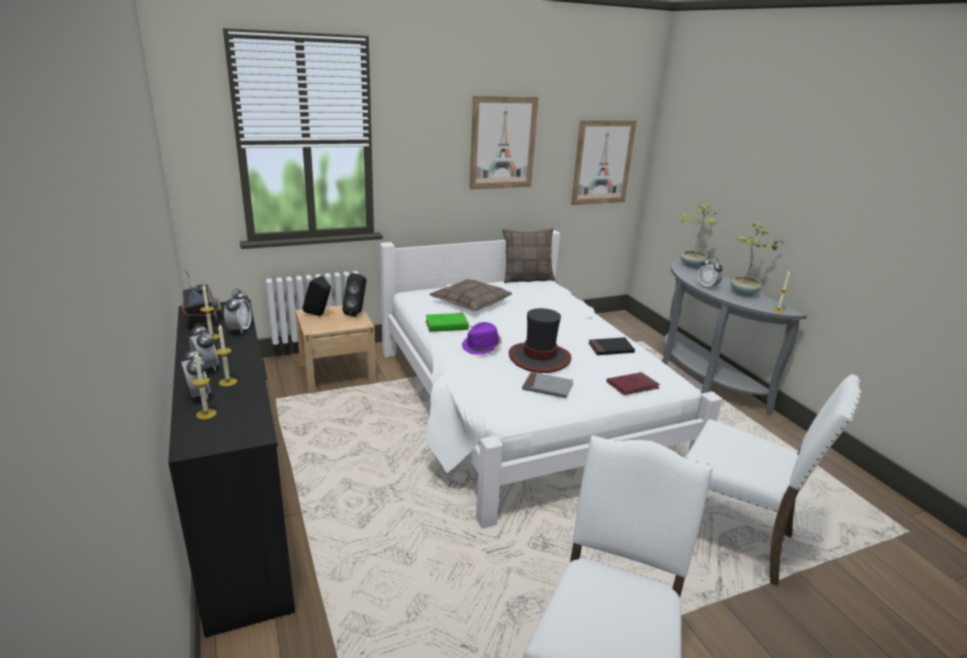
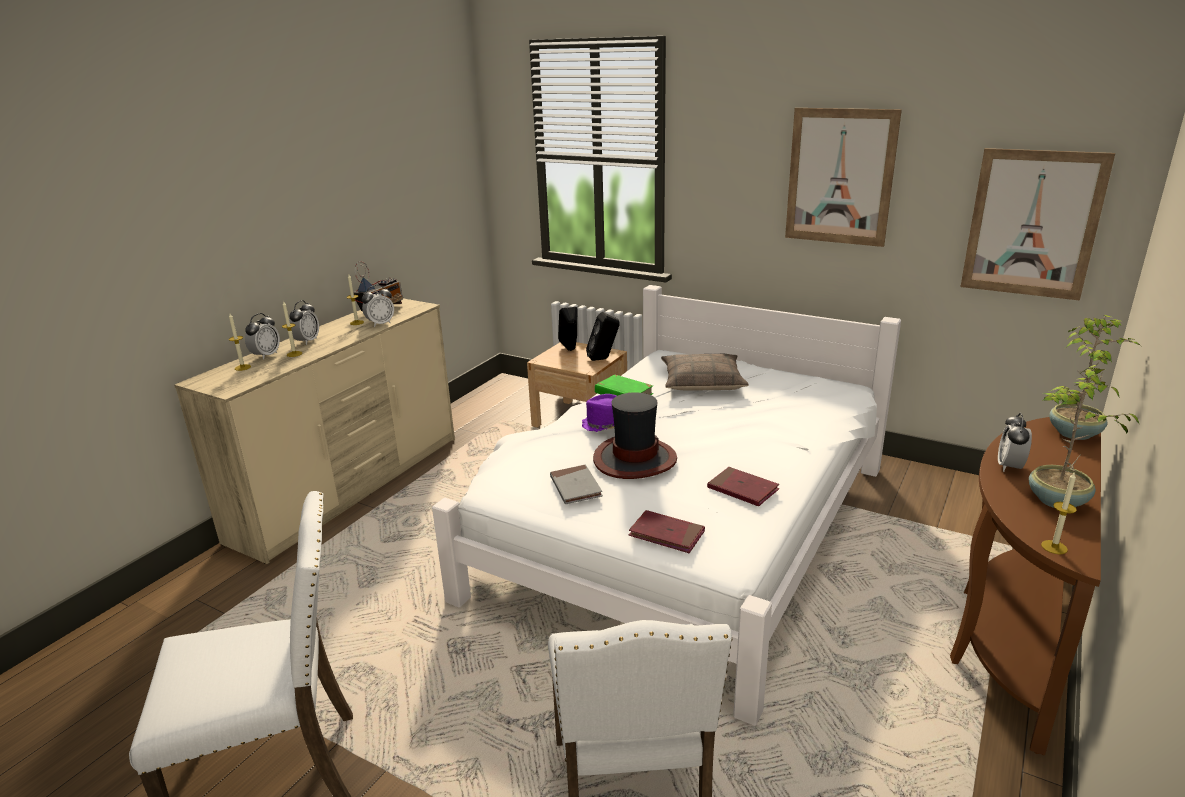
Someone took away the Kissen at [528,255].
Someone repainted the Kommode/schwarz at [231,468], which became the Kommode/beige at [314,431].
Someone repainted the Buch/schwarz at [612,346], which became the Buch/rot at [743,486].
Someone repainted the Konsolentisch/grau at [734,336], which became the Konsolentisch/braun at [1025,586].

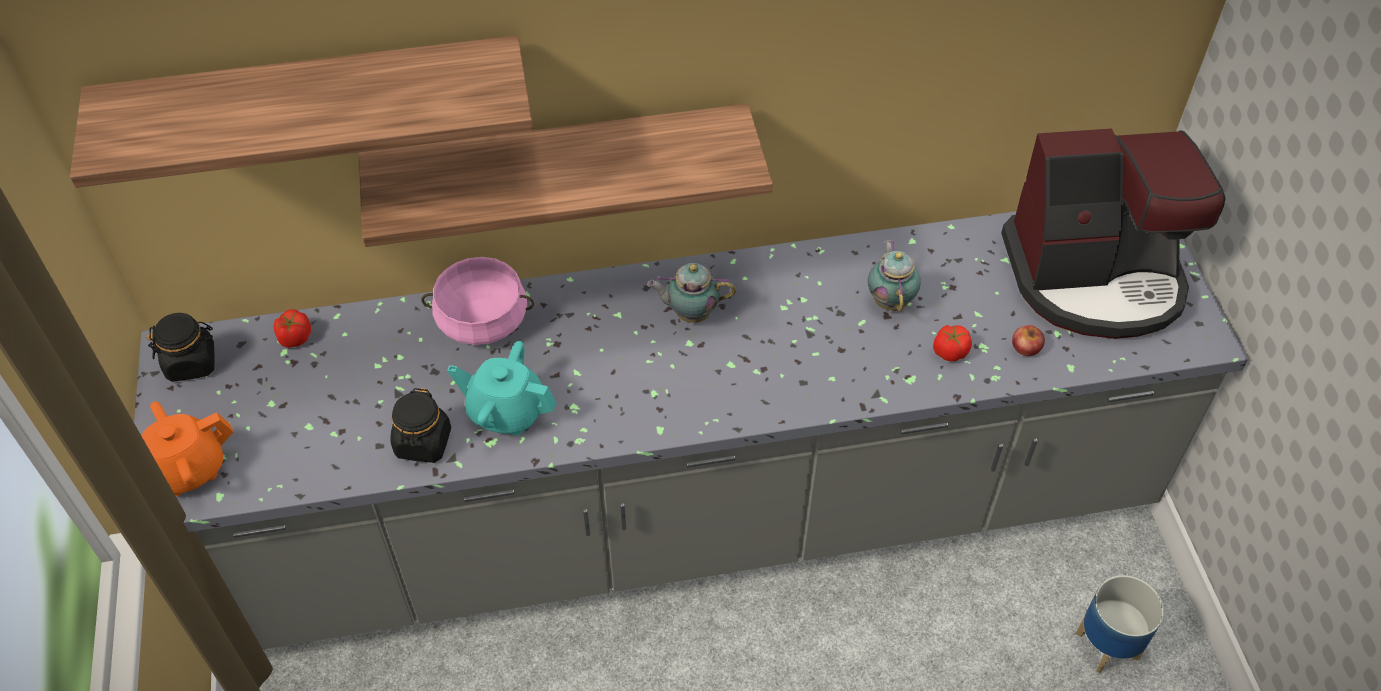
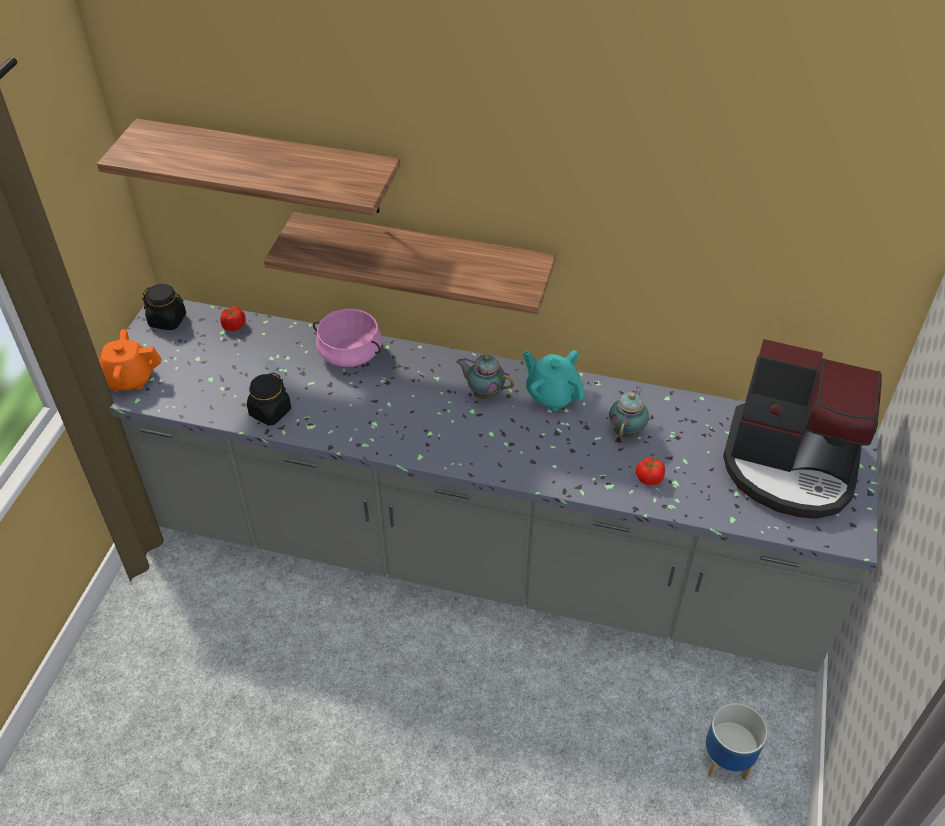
Someone took away the Apfel at [1028,340].
Someone carried the Teekanne/türkis from [501,388] to [554,380].

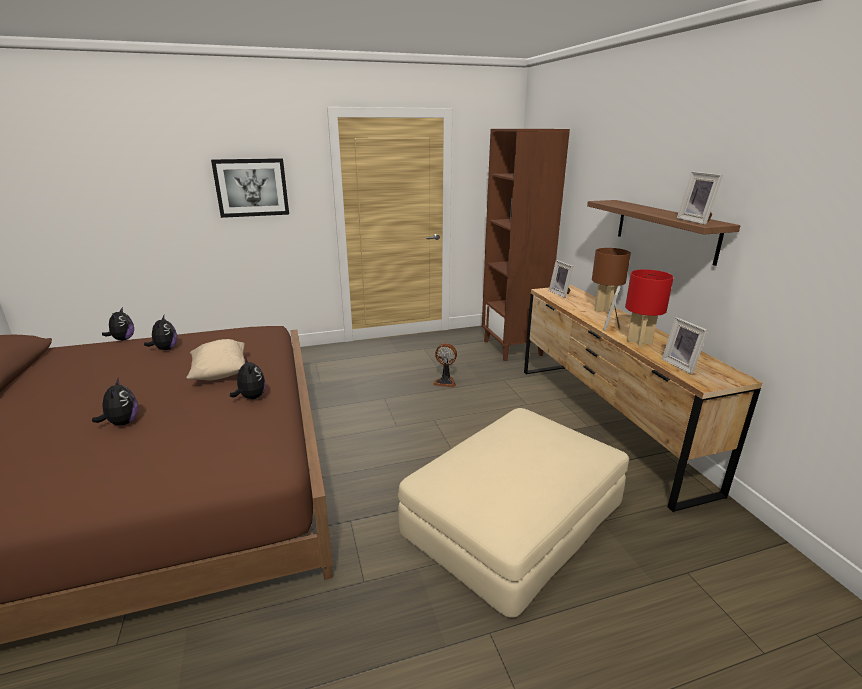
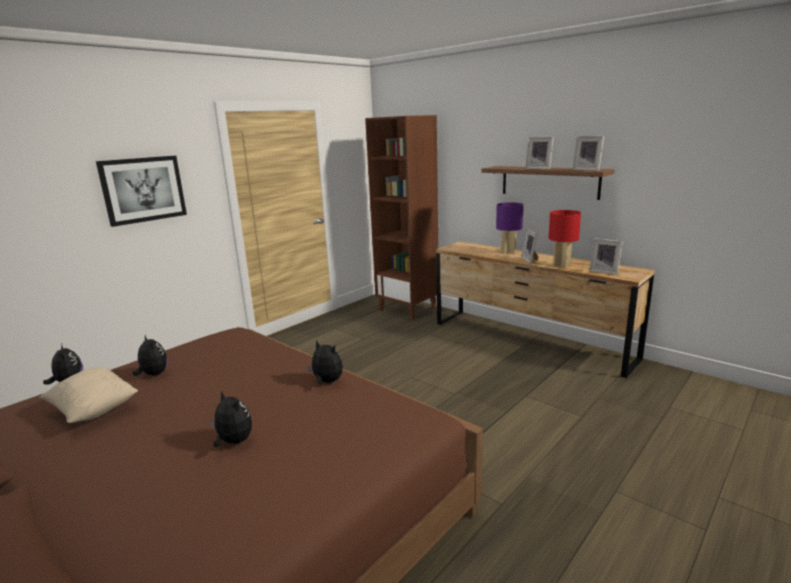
Someone took away the Polsterhocker/beige at [513,513].
Someone took away the Ventilator at [445,365].
Someone carried the Kissen/beige from [215,359] to [88,395].
Someone carried the Bilderrahmen from [561,279] to [539,153].
Someone repainted the Tischlampe/braun at [611,281], which became the Tischlampe/lila at [510,228].

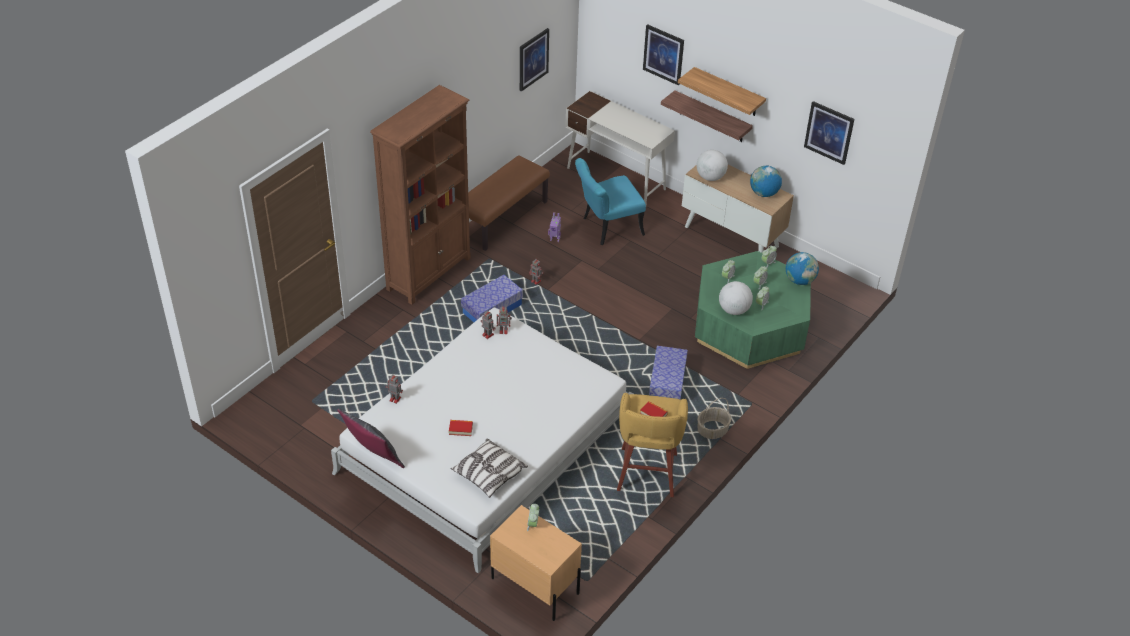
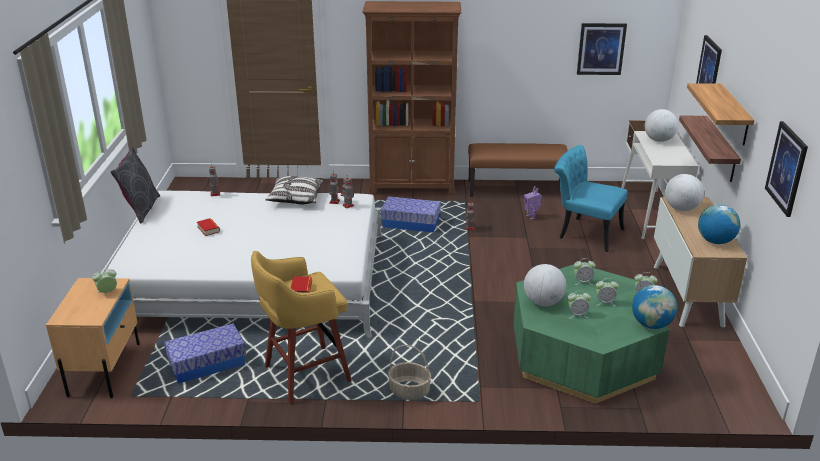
Someone put down the Globus at [661,125].
Someone carried the Kissen from [489,468] to [294,190].
Someone carried the Aufbewahrungsbox from [668,372] to [205,353].

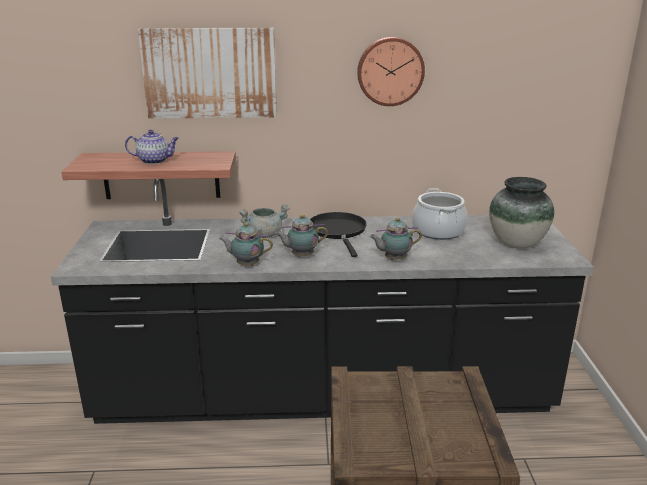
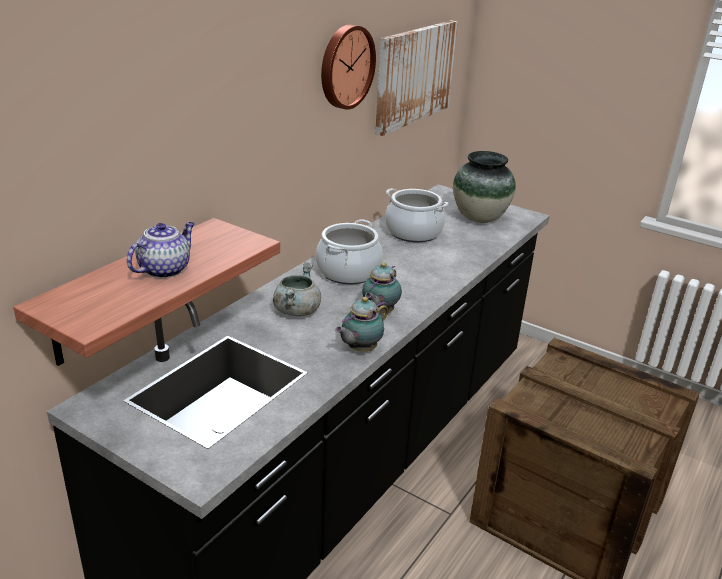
Someone took away the Teekanne at [396,238].
Someone carried the Bild from [207,73] to [416,78].
Someone swapped the Pfanne/schwarz at [338,234] for the Kochtopf at [349,251].

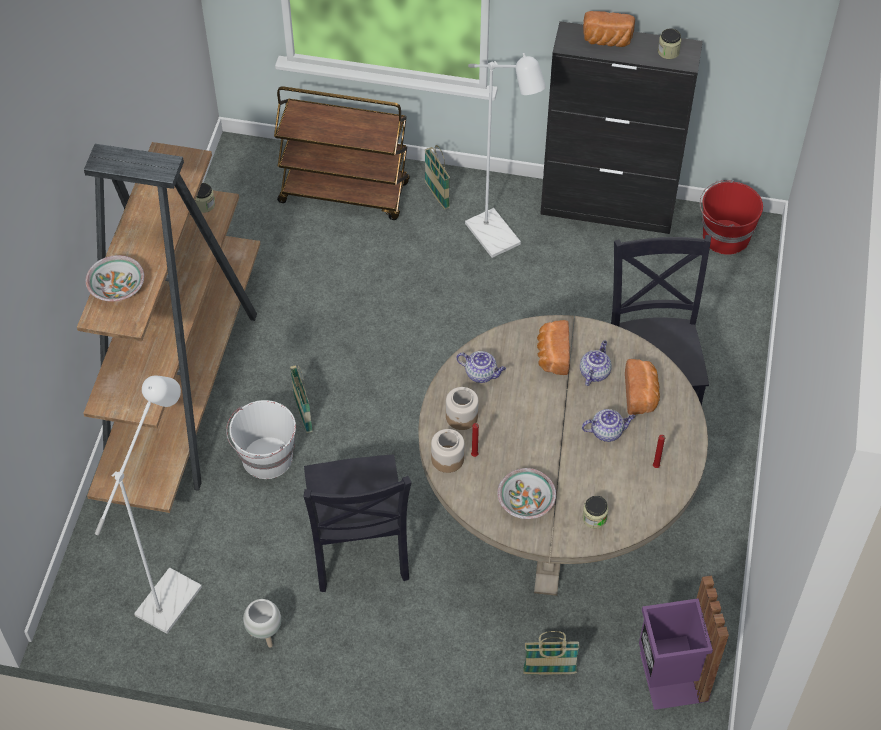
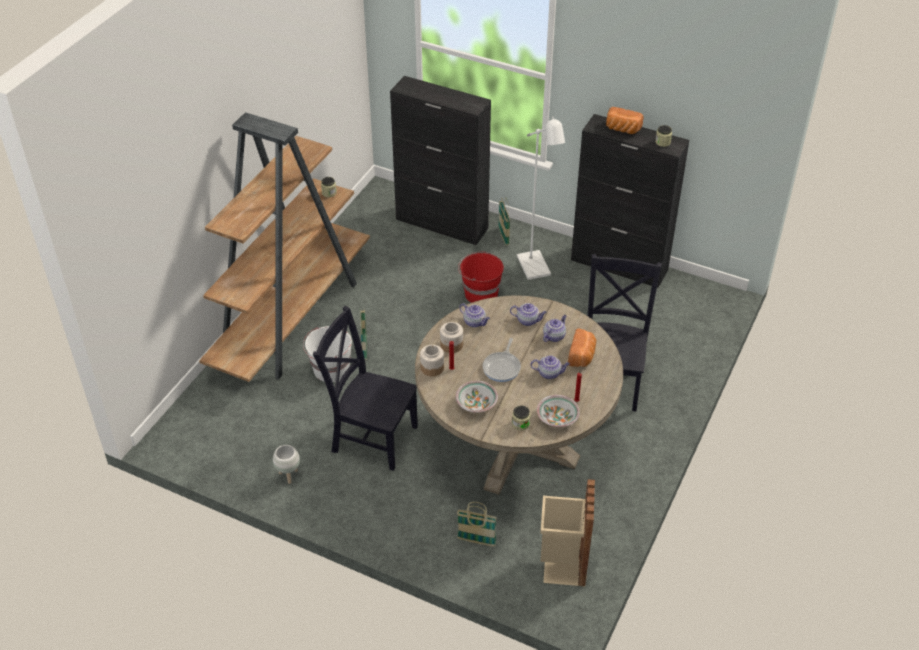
Someone took away the Stehlampe/weiß at [148,504].
Someone put down the Pfanne at [501,360].
Someone carried the Schüssel from [114,278] to [558,411].
Someone carried the Eimer/rot from [731,217] to [481,277].
Someone swapped the Rollwagen/braun at [342,153] for the Schrank/schwarz at [440,160].
Someone swapped the Brot at [553,347] for the Teekanne at [528,314].
Someone repainted the Mülleimer/lila at [684,642], which became the Mülleimer/beige at [567,532].
Someone rotated the Stuhl/schwarz at [357,523] by 105 degrees clockwise.

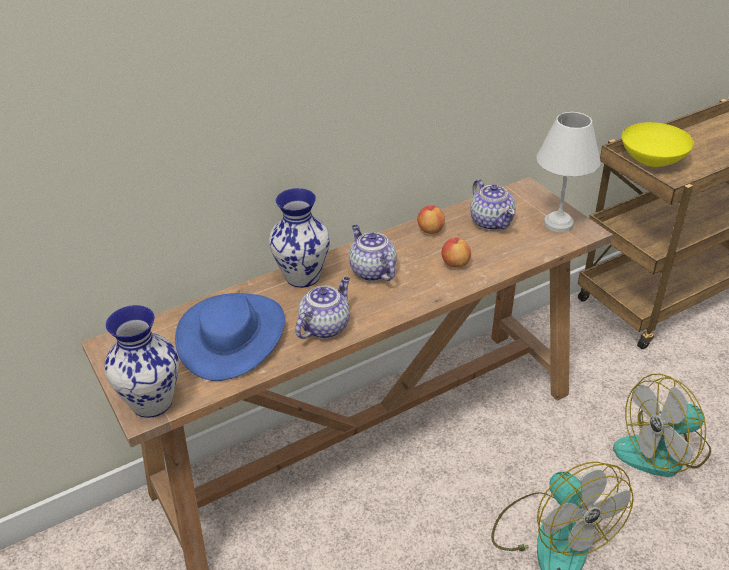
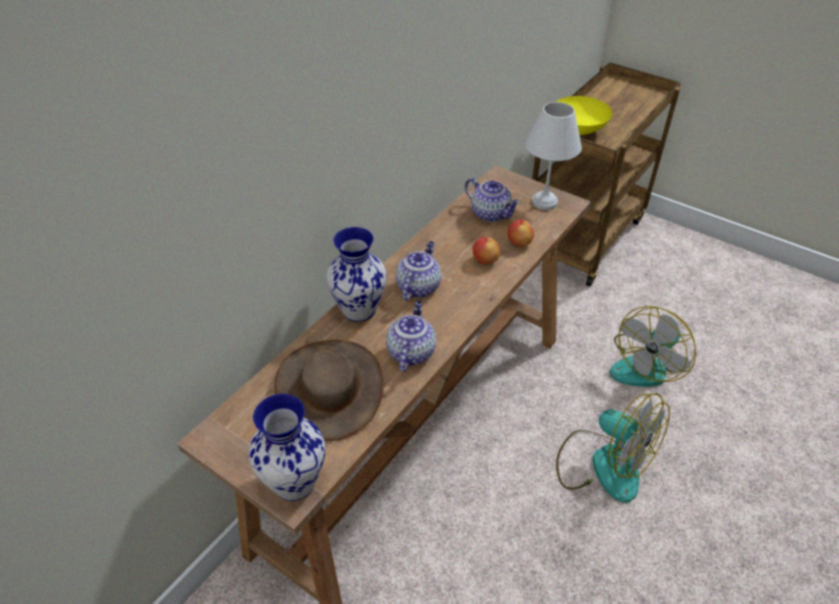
Someone carried the Apfel from [431,219] to [520,233].
Someone repainted the Hut/blau at [230,337], which became the Hut/braun at [329,390].
Someone rotated the Teekanne at [373,253] by 75 degrees clockwise.

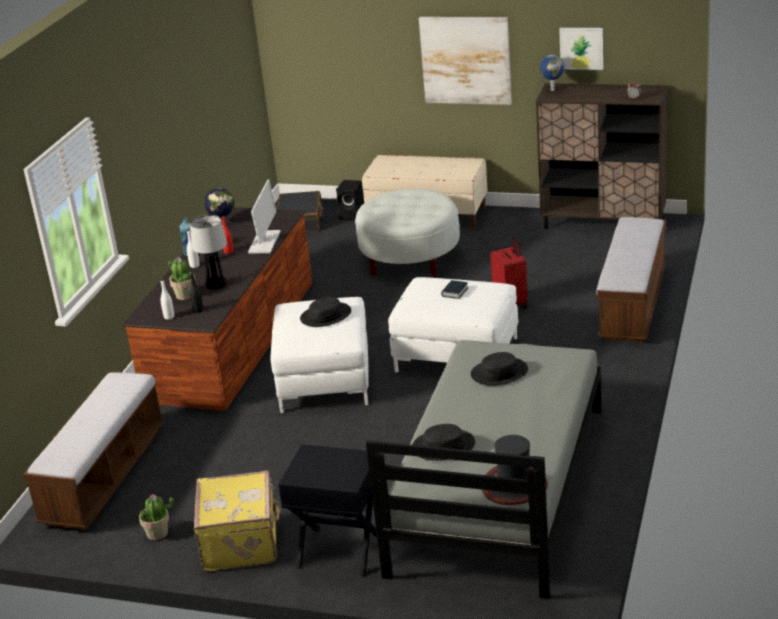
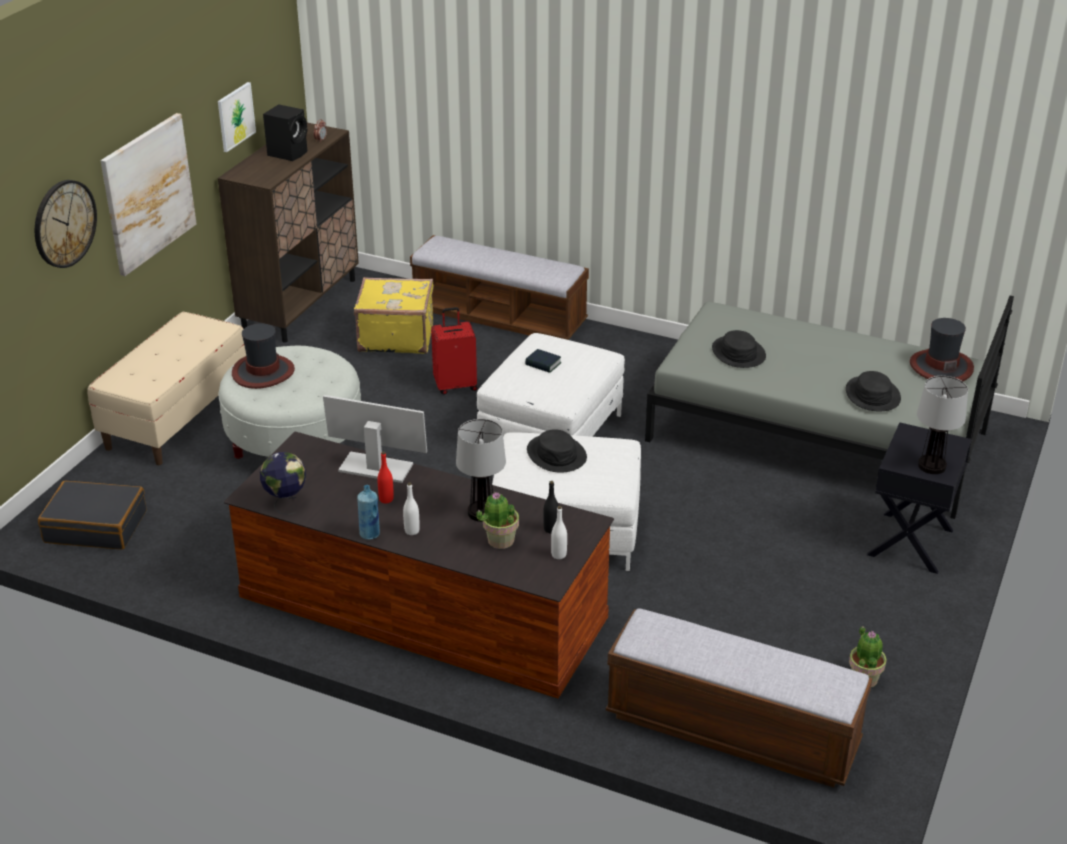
Someone took away the Globus at [552,73].
Someone put up the Wanduhr at [66,224].
Someone put down the Hut at [263,356].
Someone put down the Tischlampe at [942,425].
Someone carried the Koffer/gelb from [238,521] to [394,315].
Someone carried the Lautsprecher/schwarz from [350,200] to [285,132].

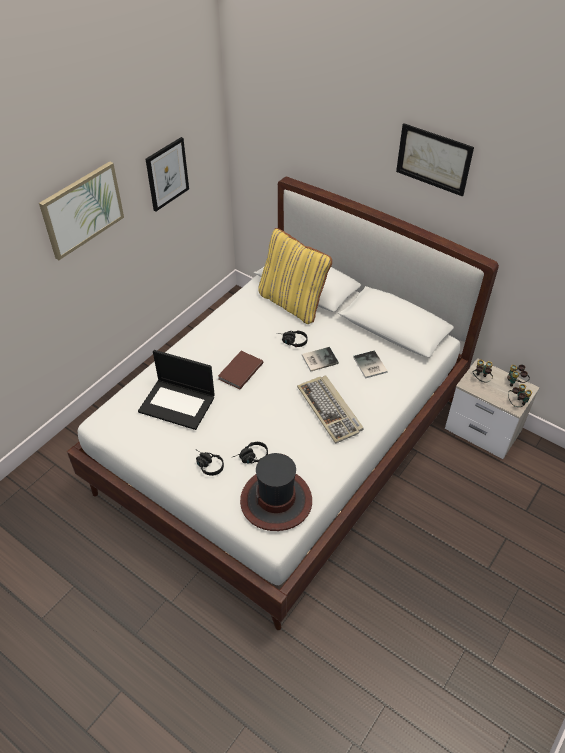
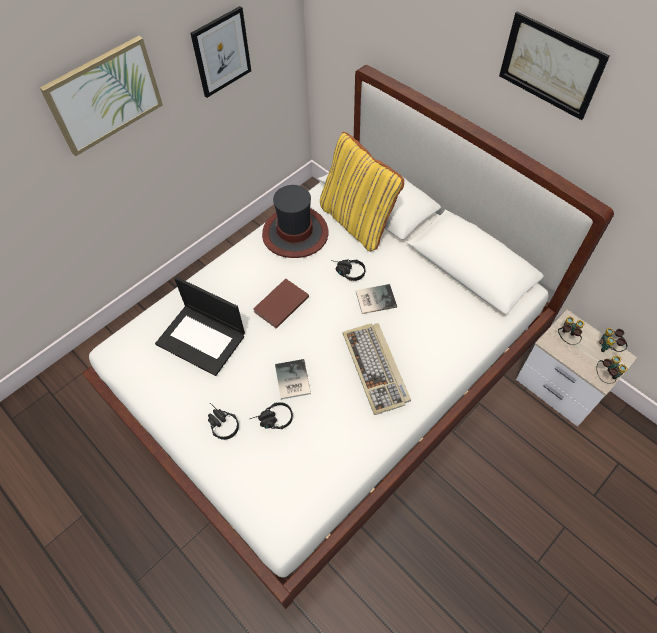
Someone carried the Hut from [276,492] to [295,221].
Someone carried the Buch from [370,364] to [293,379].

